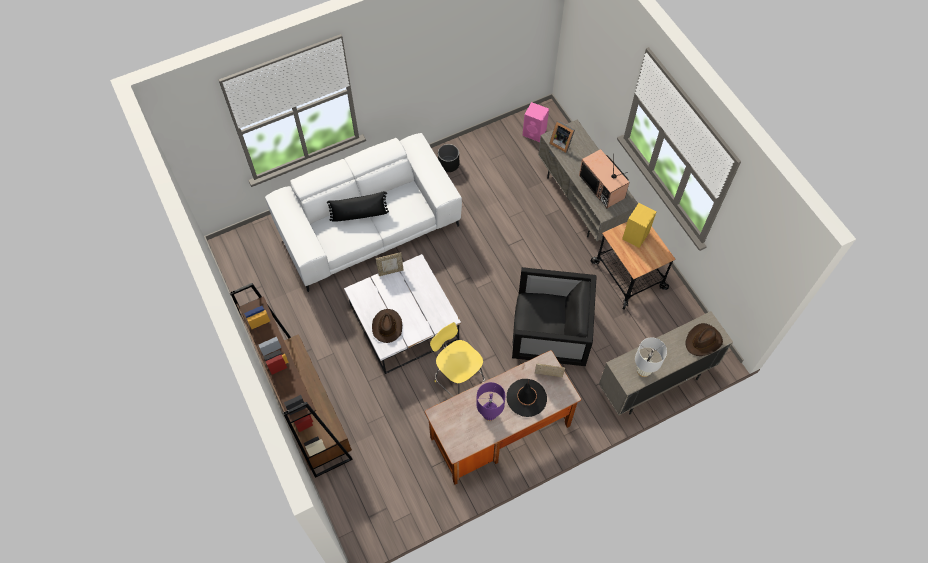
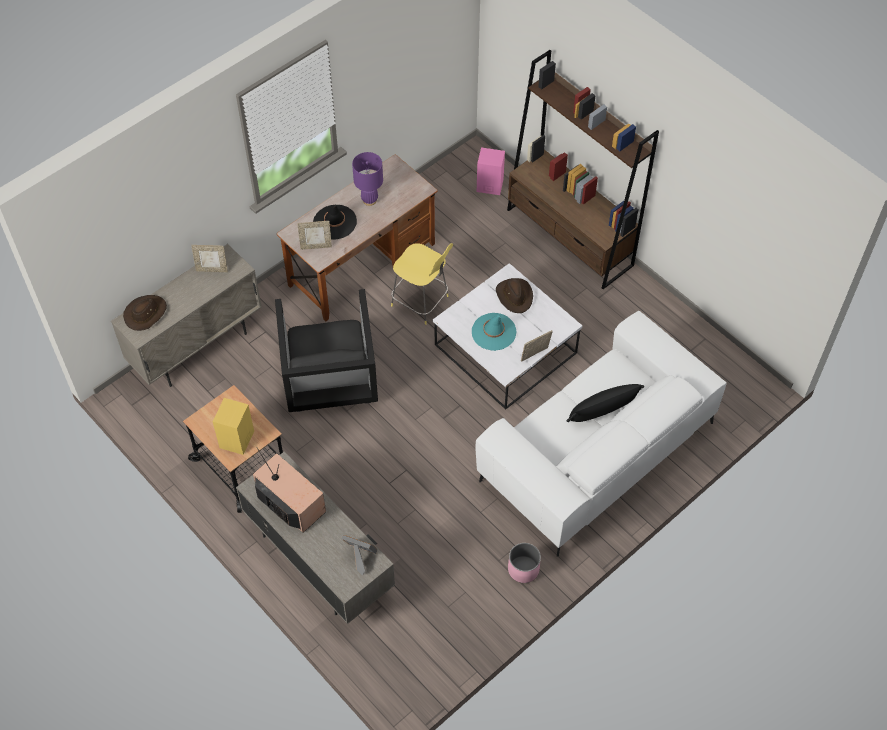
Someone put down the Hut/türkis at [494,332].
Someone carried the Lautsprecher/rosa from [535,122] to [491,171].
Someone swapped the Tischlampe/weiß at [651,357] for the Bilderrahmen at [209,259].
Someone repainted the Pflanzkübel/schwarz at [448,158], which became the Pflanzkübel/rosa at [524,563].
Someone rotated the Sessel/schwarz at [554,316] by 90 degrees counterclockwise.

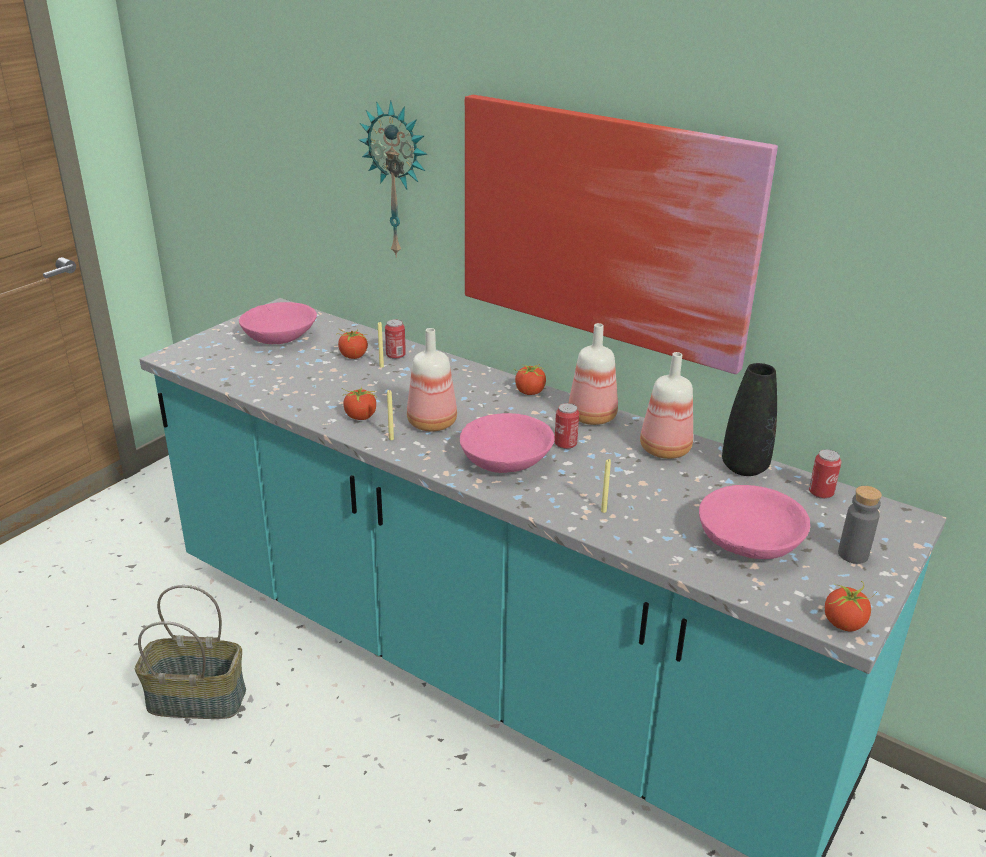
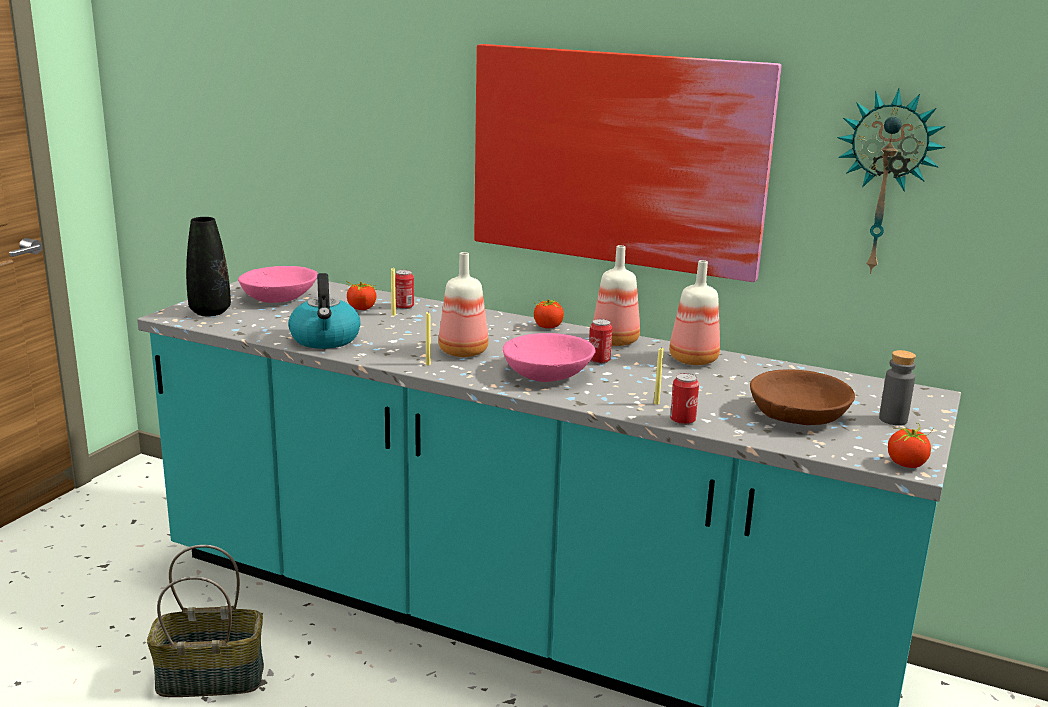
Someone took away the Tomate at [359,403].
Someone put down the Wasserkessel at [324,311].
Someone carried the Wanduhr from [393,179] to [891,181].
Someone carried the Vase/schwarz from [749,419] to [208,266].
Someone carried the Dose from [825,474] to [684,399].
Someone repainted the Schüssel/rosa at [754,522], which became the Schüssel/braun at [802,397].

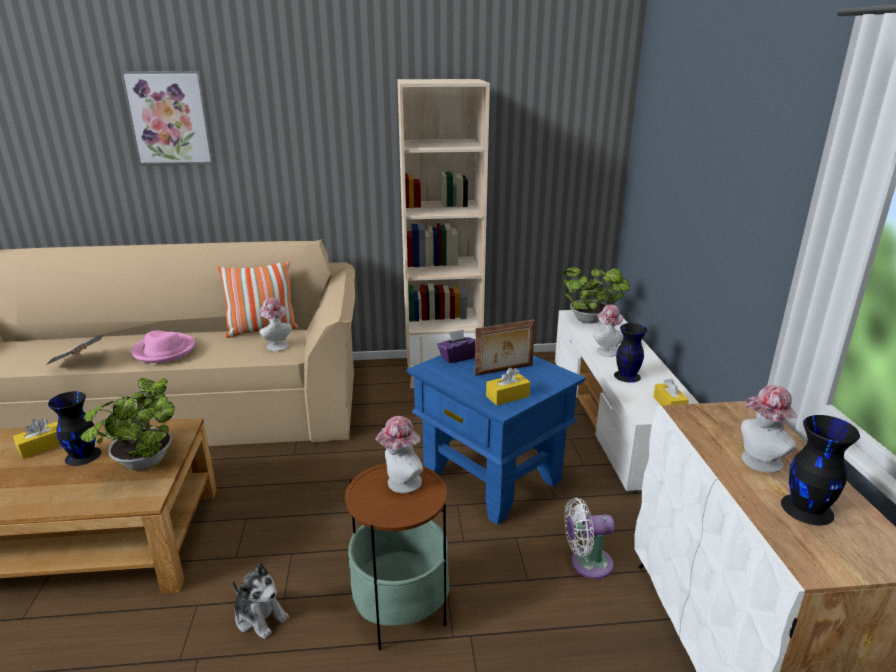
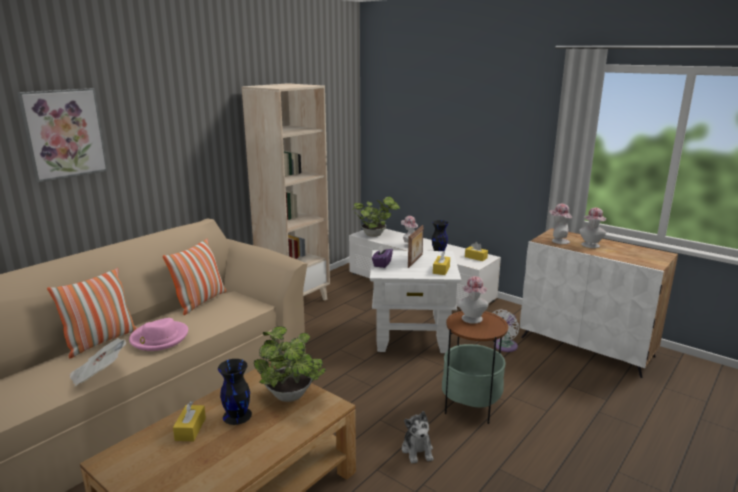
Someone took away the Vase/schwarz at [820,470].
Someone put down the Kissen at [92,313].
Someone carried the Hut from [275,324] to [560,224].
Someone repainted the Beistelltisch/blau at [496,440], which became the Beistelltisch/weiß at [415,301].
Someone rotated the Plüschtier at [260,601] by 90 degrees clockwise.

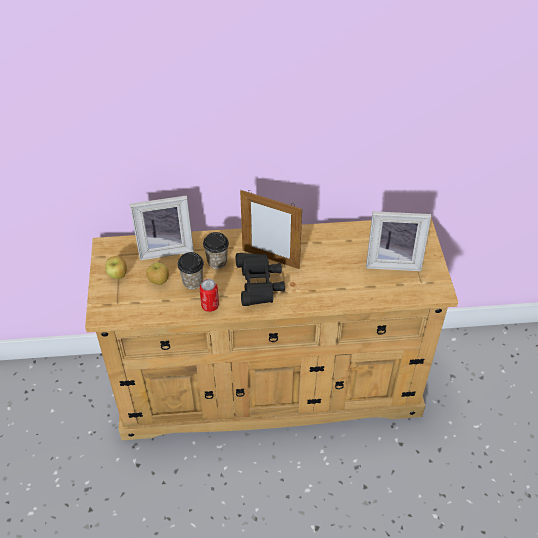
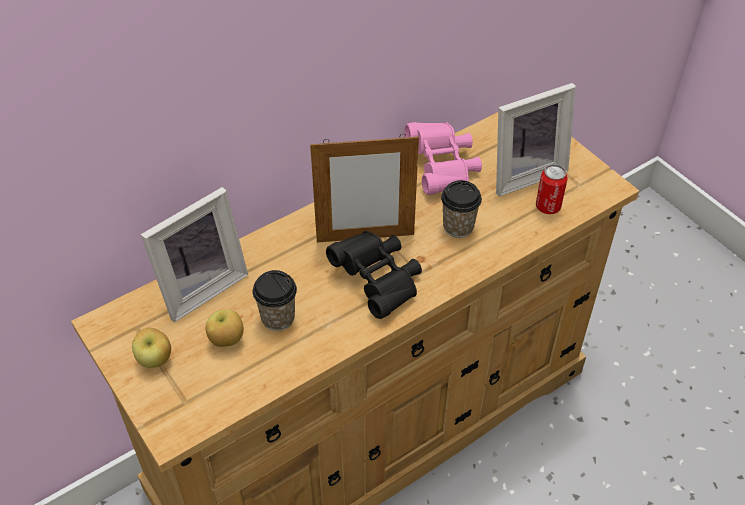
Someone put down the Fernglas/rosa at [443,158].
Someone carried the Dose from [209,295] to [552,189].
Someone carried the Tasse from [216,250] to [461,209].

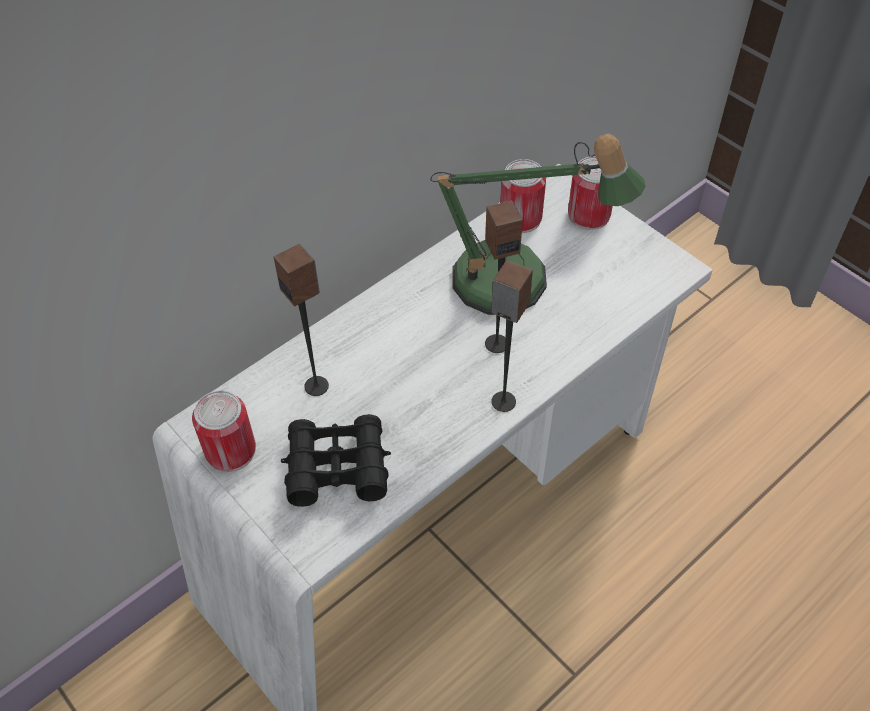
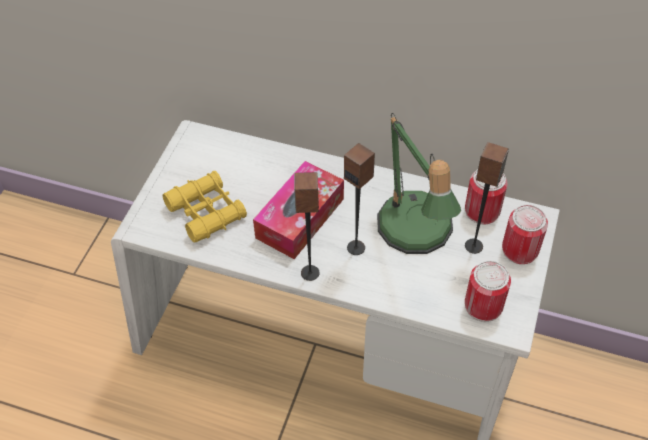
Someone put down the Taschentuchbox at [298,210].
Someone carried the Dose from [224,431] to [488,291].
Someone carried the Lautsprecher from [301,320] to [487,198].
Someone repainted the Fernglas/schwarz at [336,460], which became the Fernglas/gelb at [204,207].

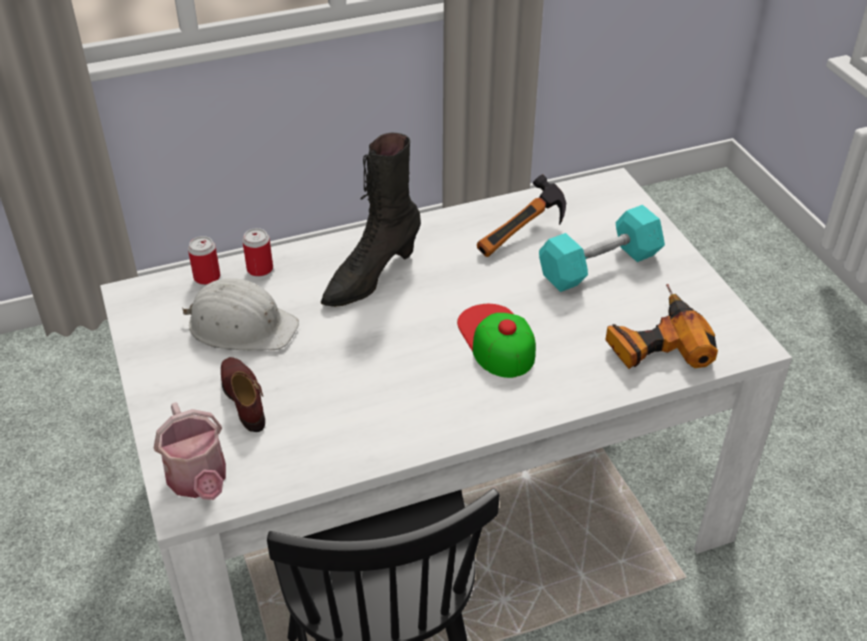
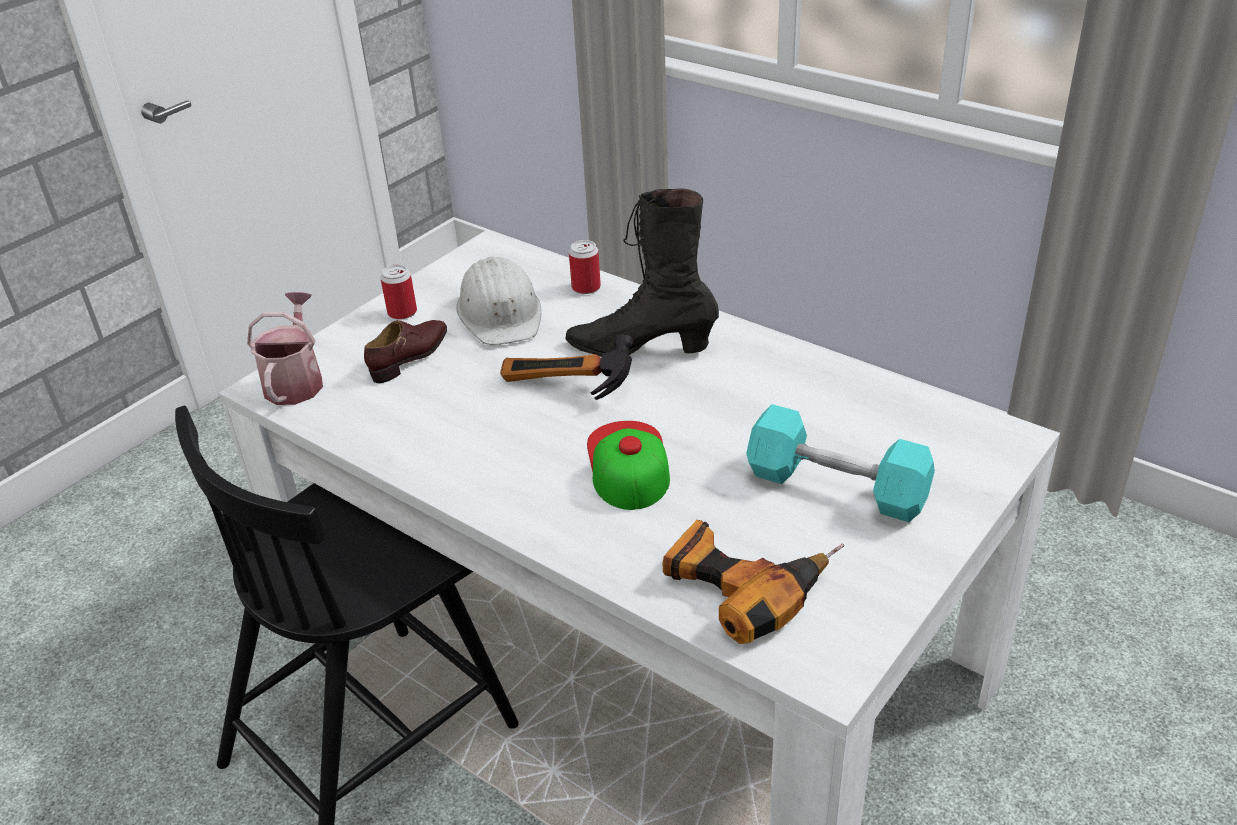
Someone carried the Dose from [204,260] to [398,292].
Someone carried the Hammer from [521,215] to [566,367].
Someone rotated the Gießkanne at [190,451] by 150 degrees clockwise.
Someone rotated the Kappe at [496,341] by 45 degrees counterclockwise.

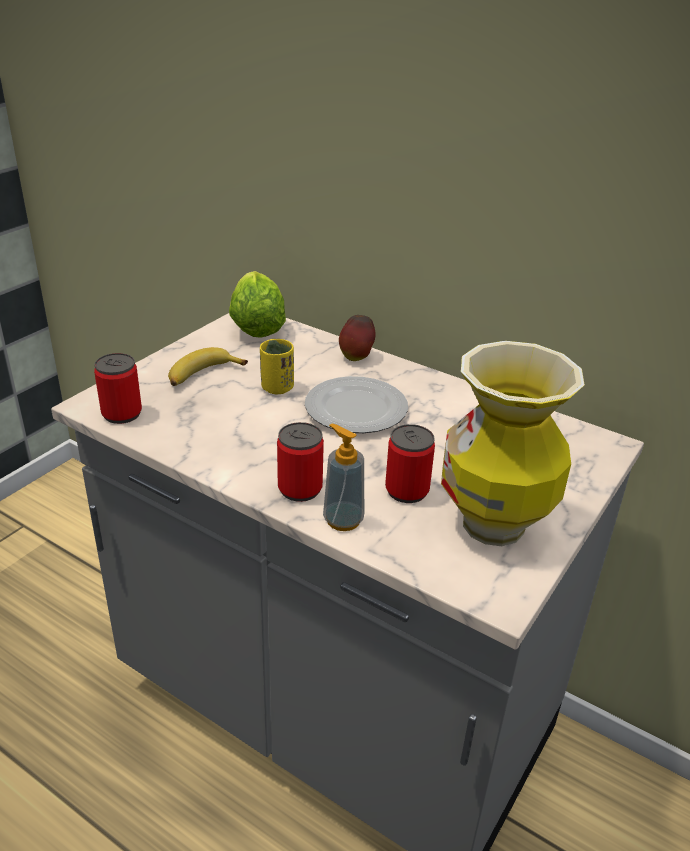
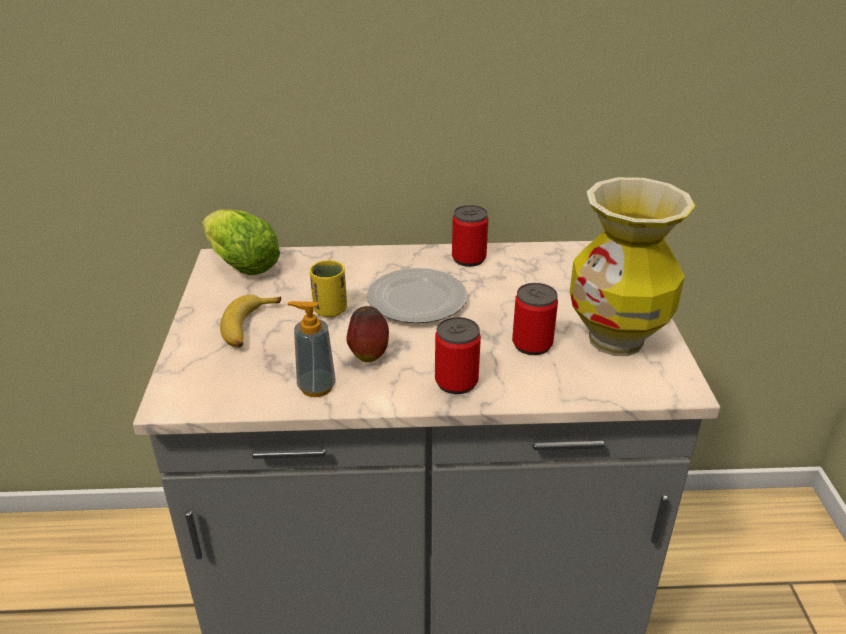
Someone carried the Dose from [118,388] to [470,236].
Someone carried the Seifenspender from [343,477] to [311,349].
Someone carried the Apfel from [357,338] to [367,334].

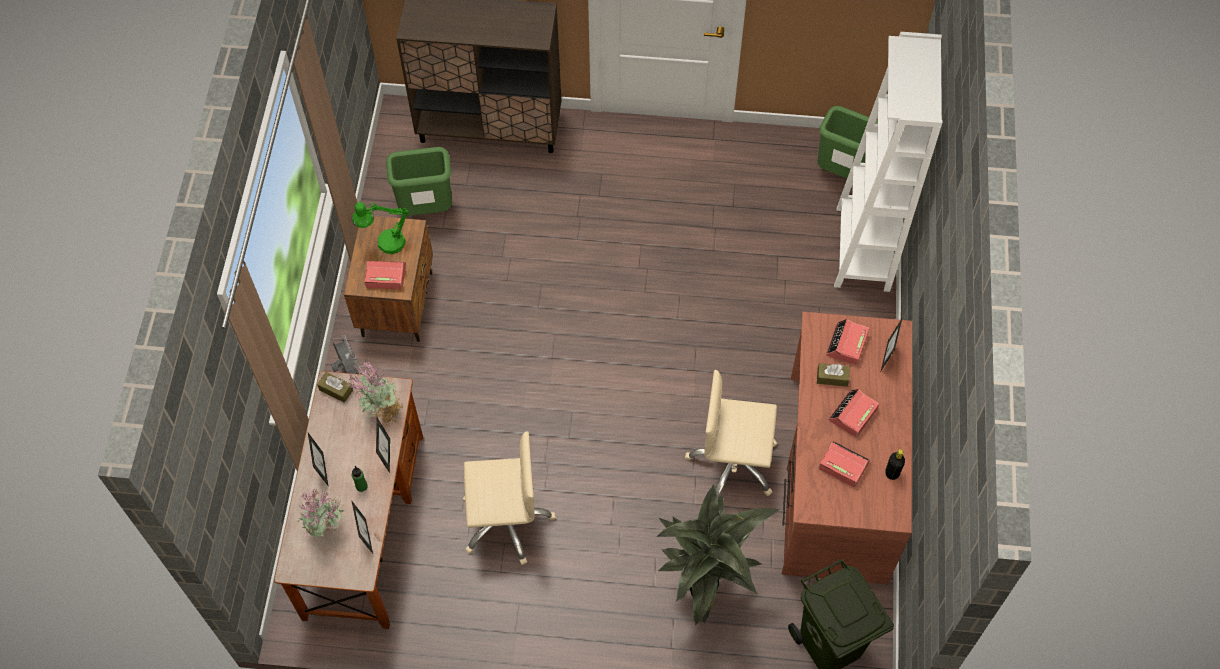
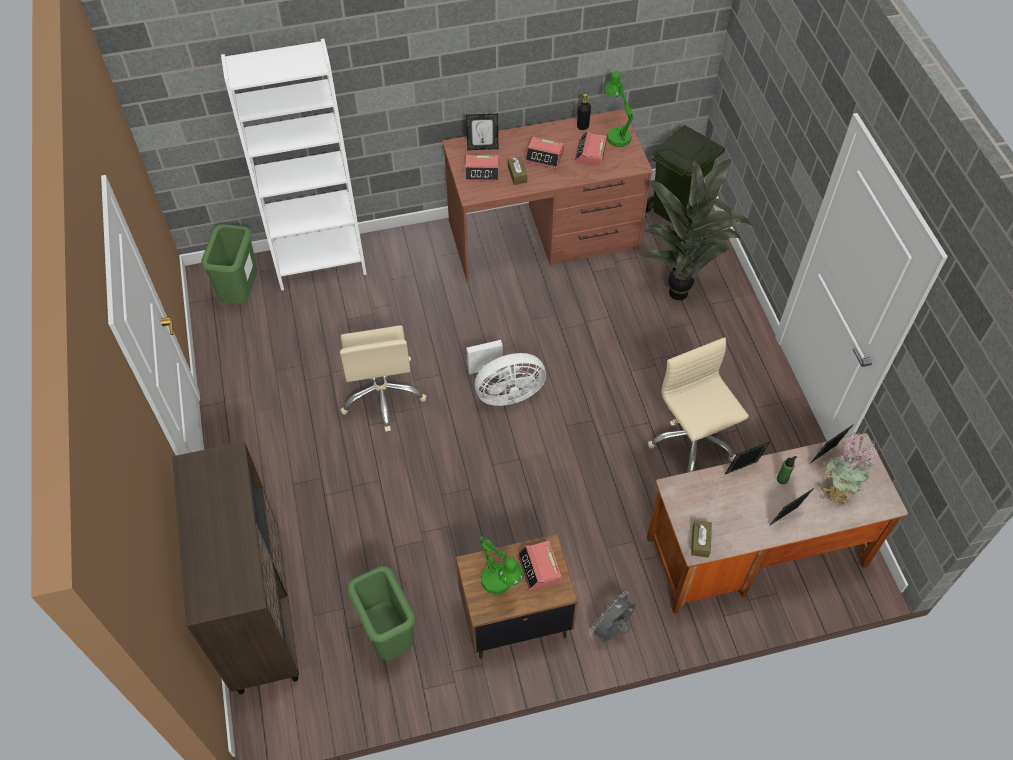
Someone took away the Topfpflanze at [375,393].
Someone put down the Ventilator/weiß at [506,373].
Someone put down the Tischlampe/grün at [619,109].
Someone carried the Bürostuhl/beige from [731,434] to [383,378].

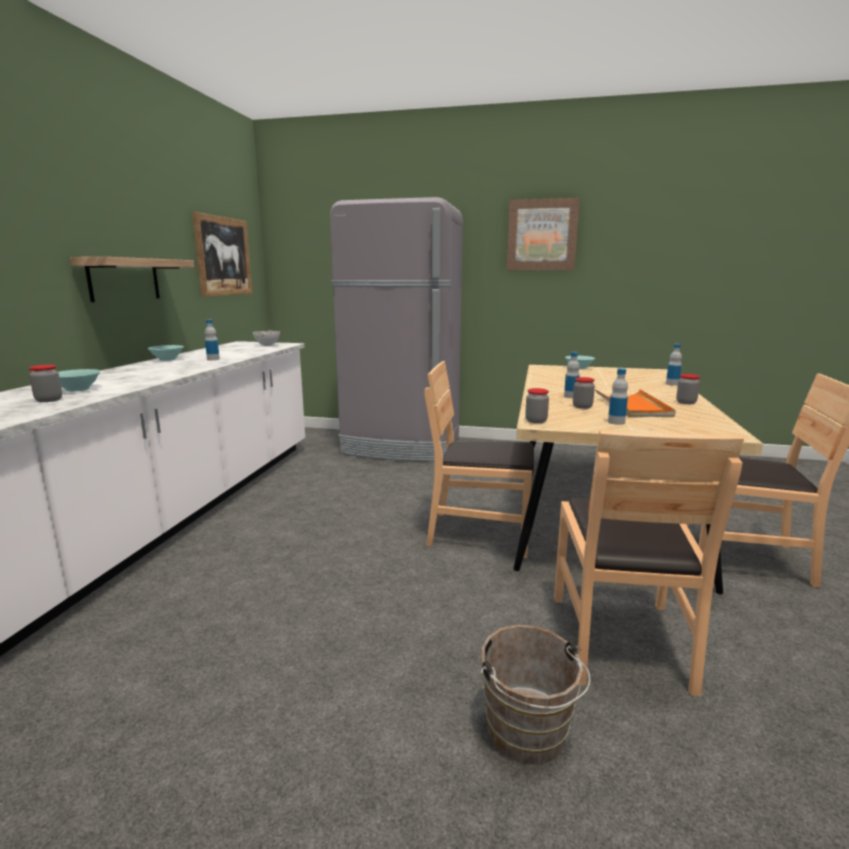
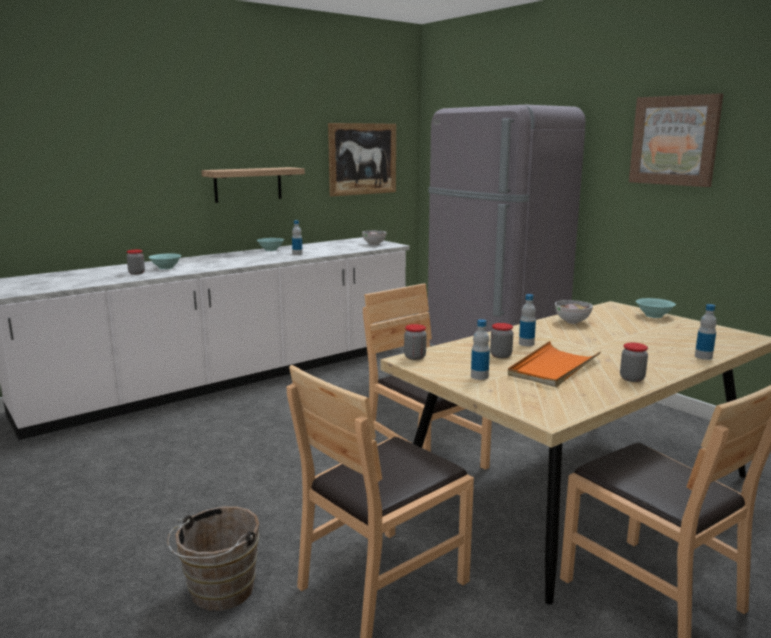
Someone put down the Schüssel at [574,312].

